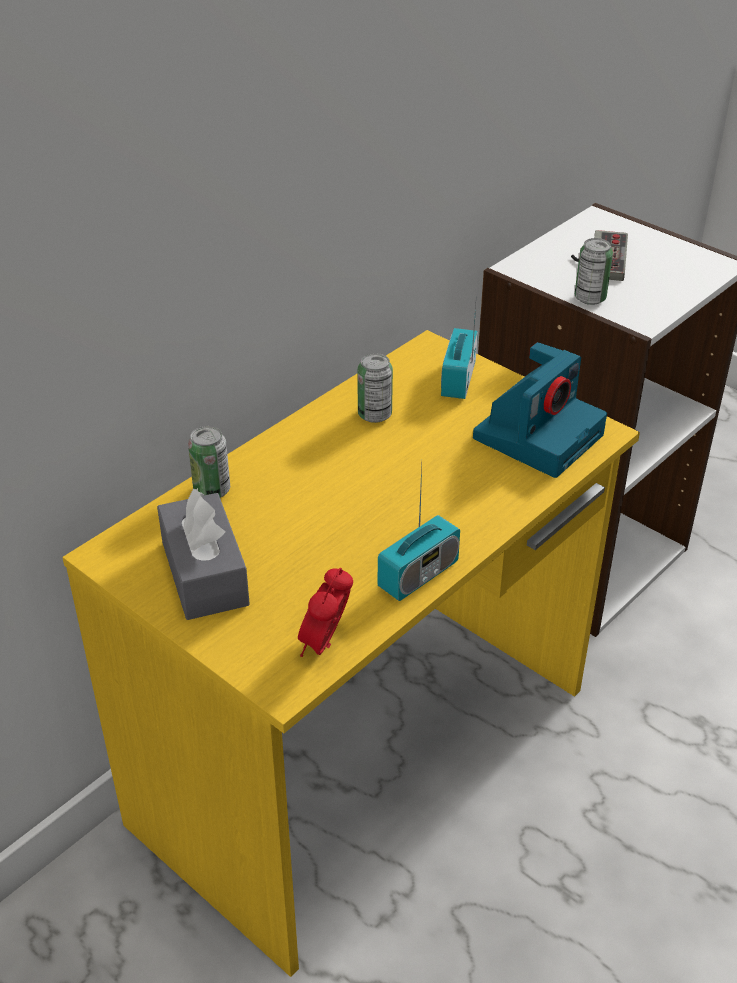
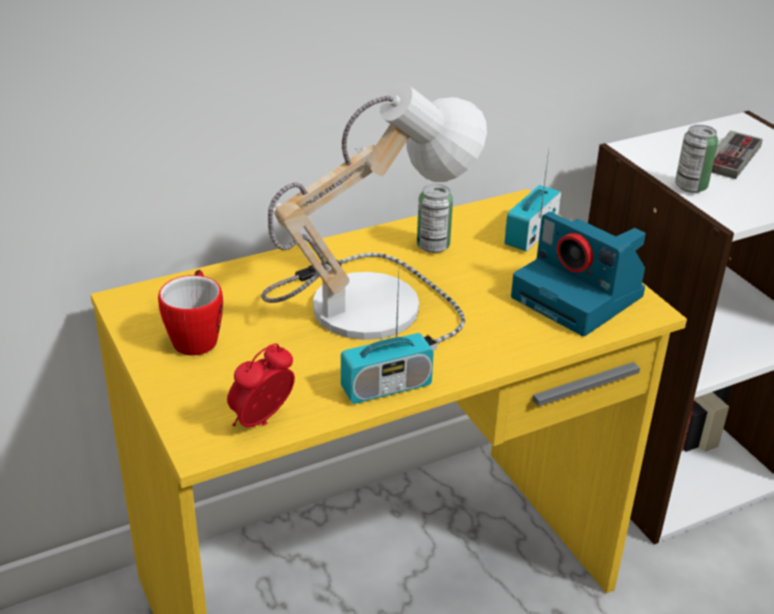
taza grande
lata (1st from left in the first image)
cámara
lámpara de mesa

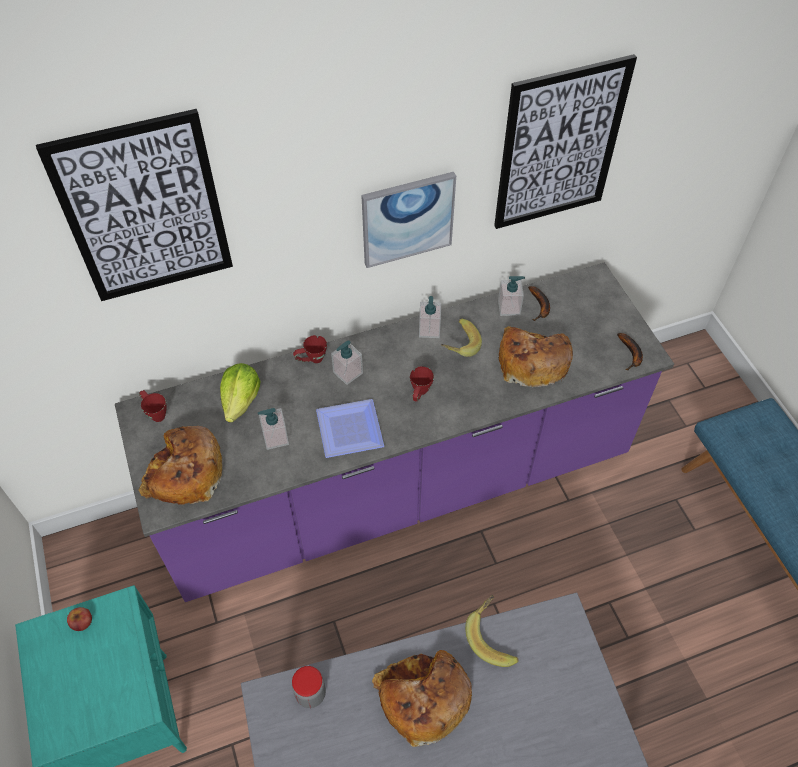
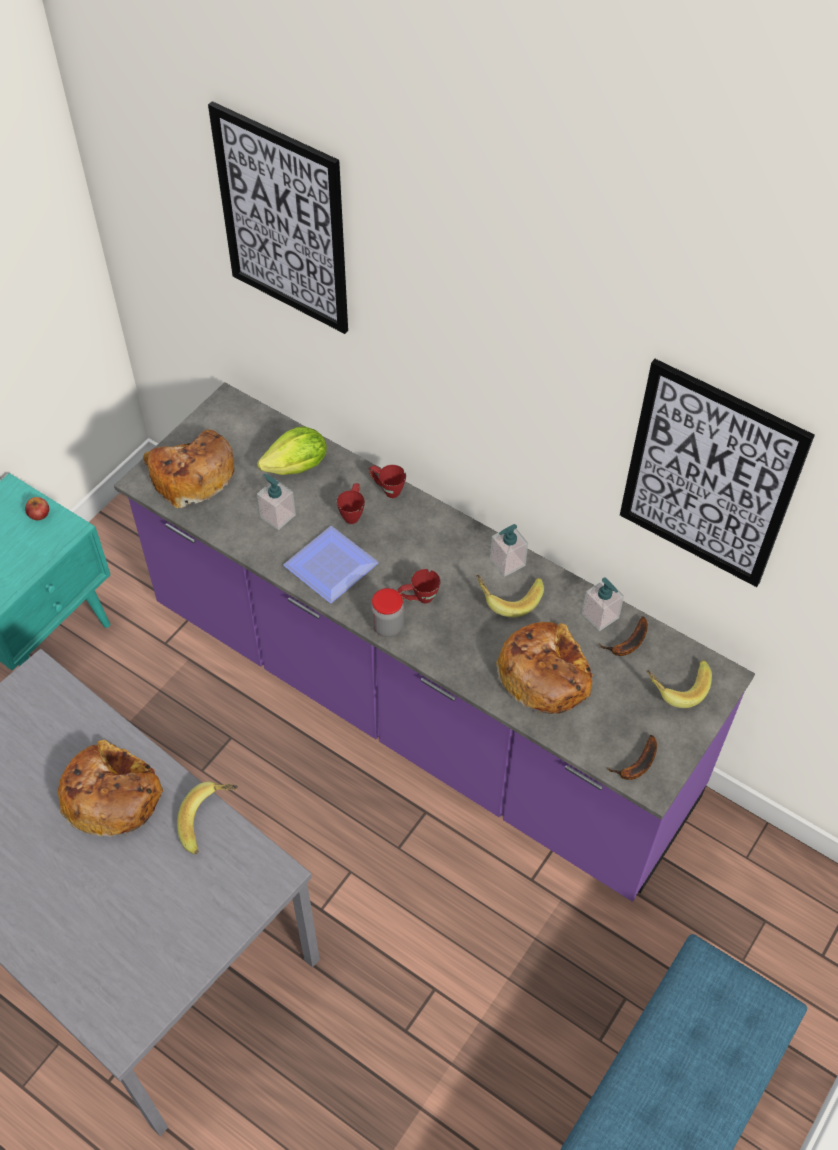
taza grande/rojo (1st from left)
tarro
dispensador de jabón (2nd from left in the first image)
cuadro (2nd from left in the first image)
plátano (5th from left)

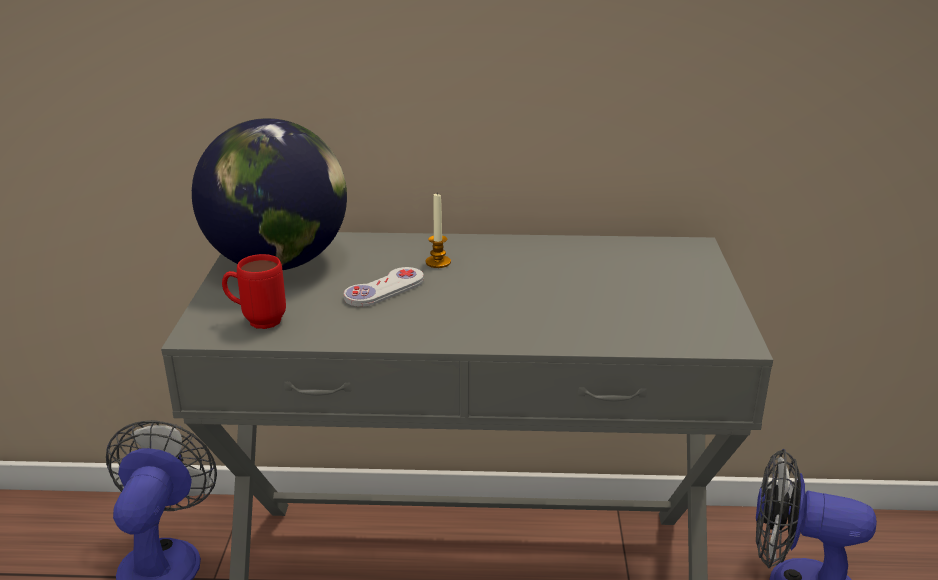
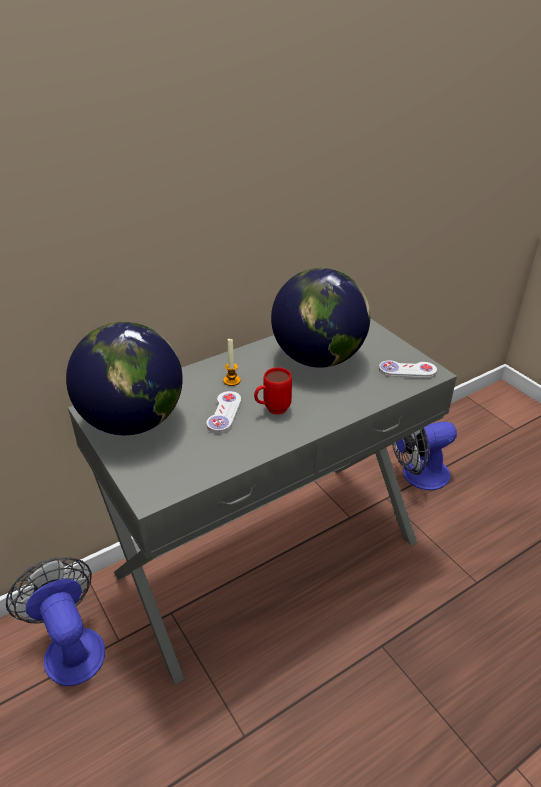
taza grande/rojo
globo terráqueo (2nd from left)
mando de consola/blanco (2nd from left)

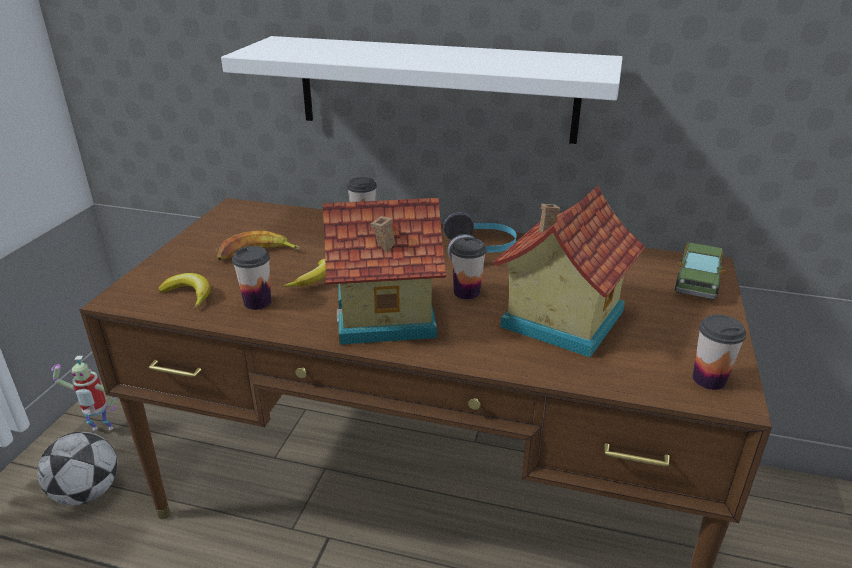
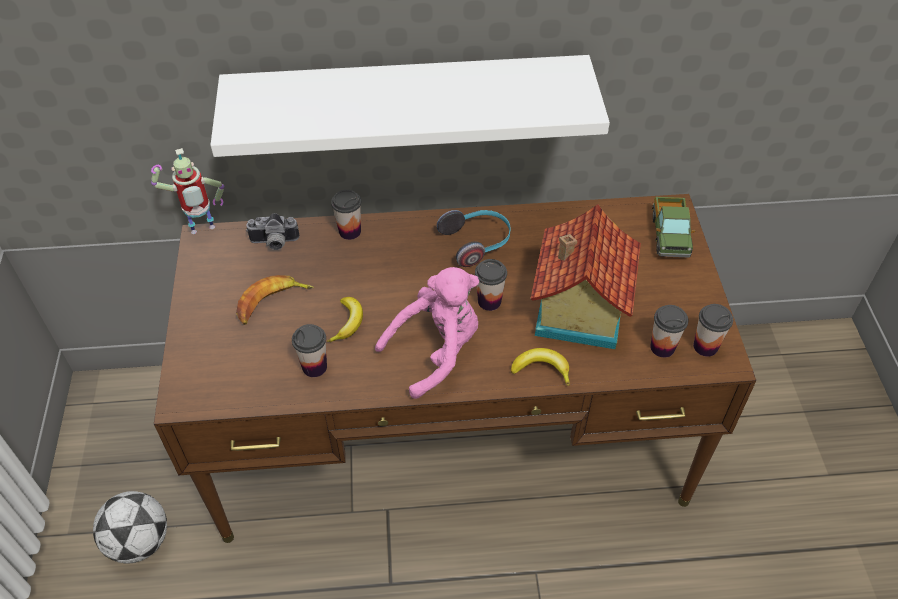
robot de juguete
plátano (3rd from left)
peluche/rosa
cámara
taza (4th from left)

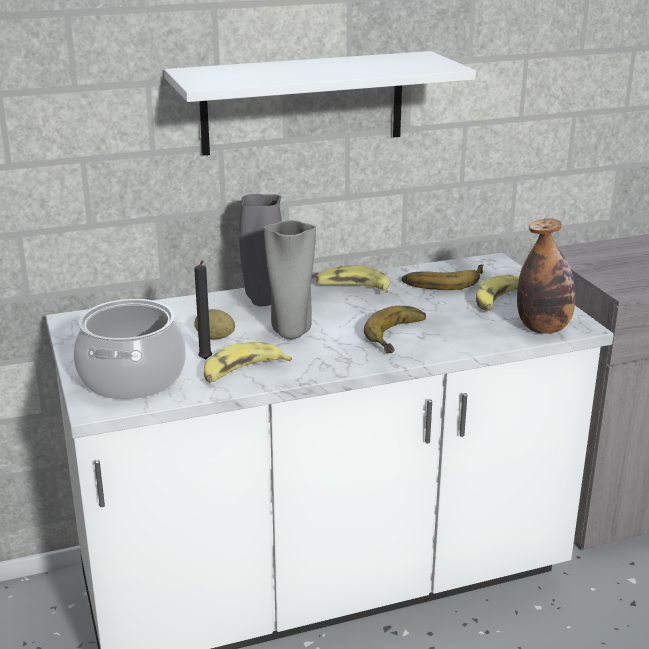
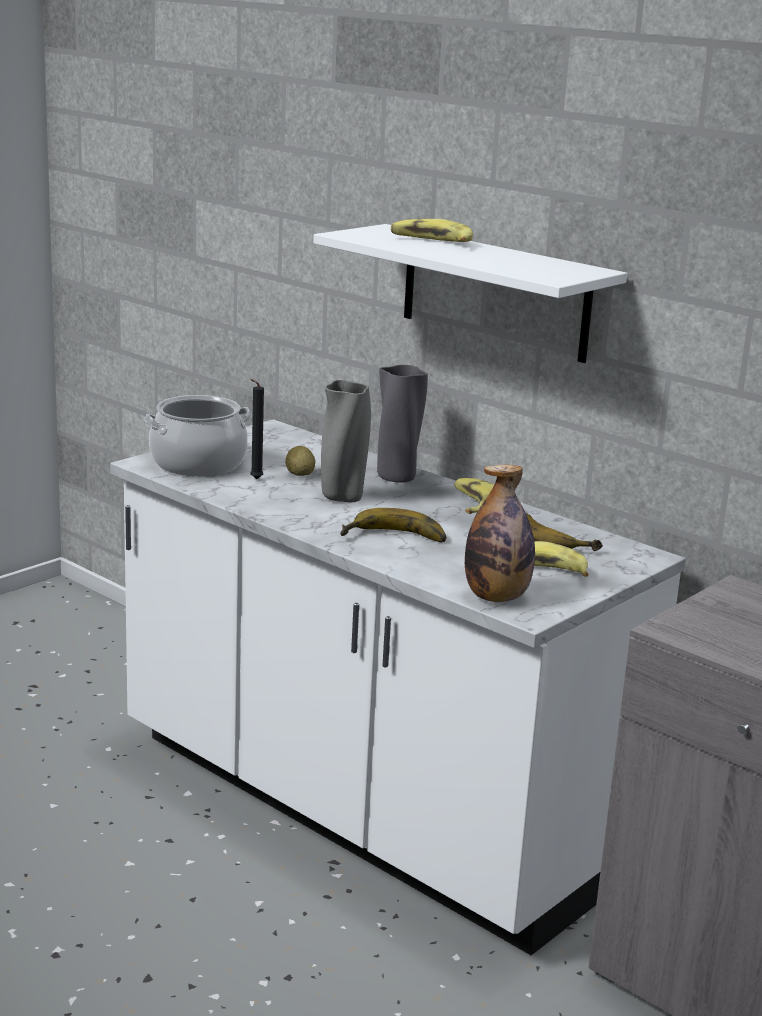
plátano (2nd from left)

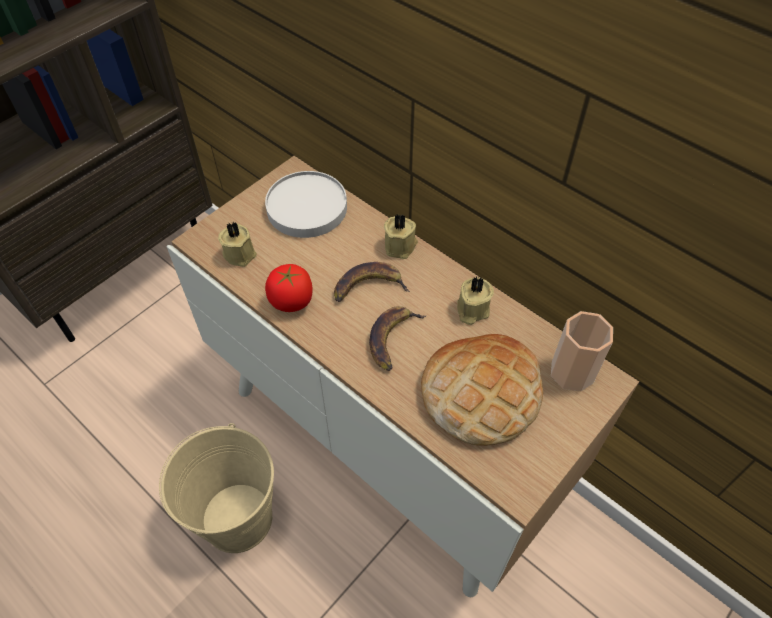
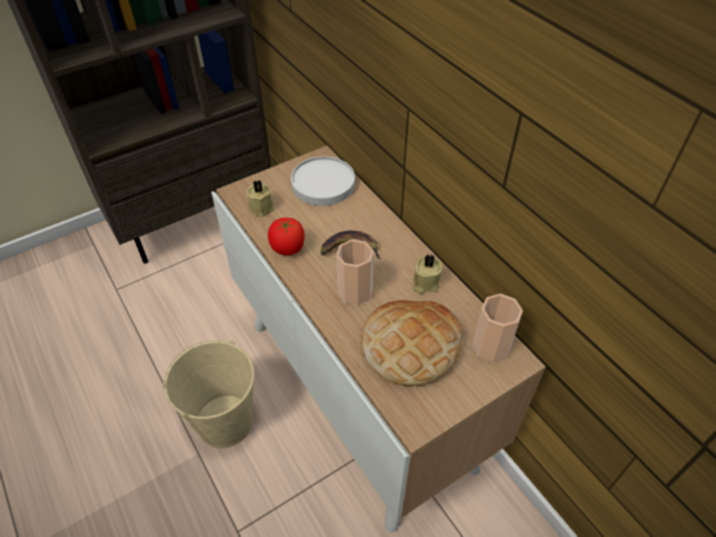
taza (1st from left)
vela/beis (2nd from left in the first image)

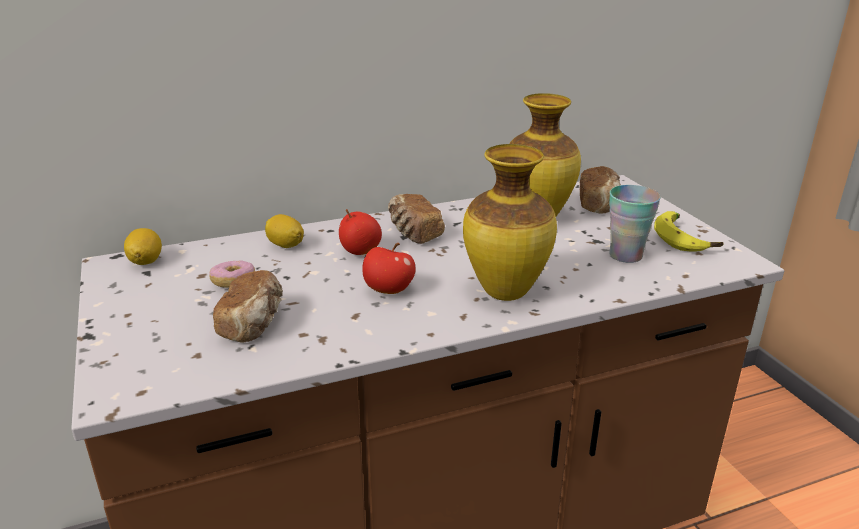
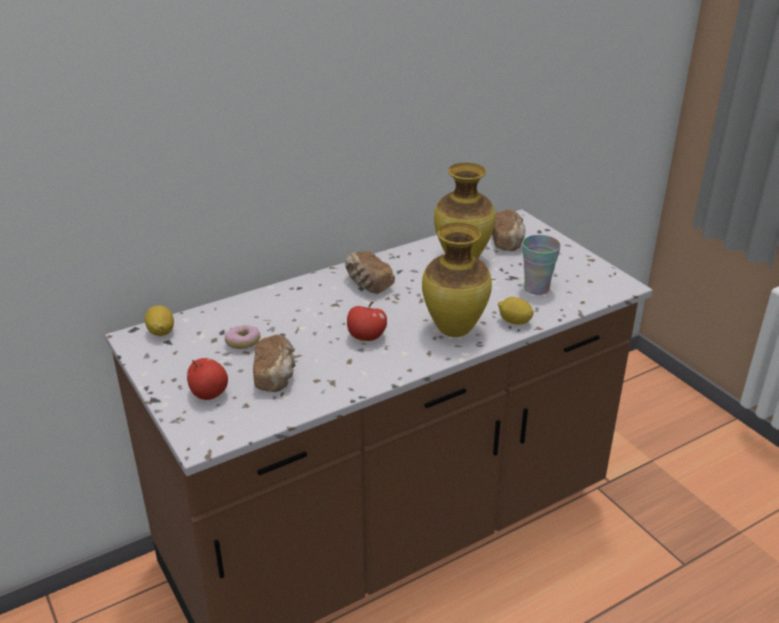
limón (2nd from left)
manzana (1st from left)
plátano

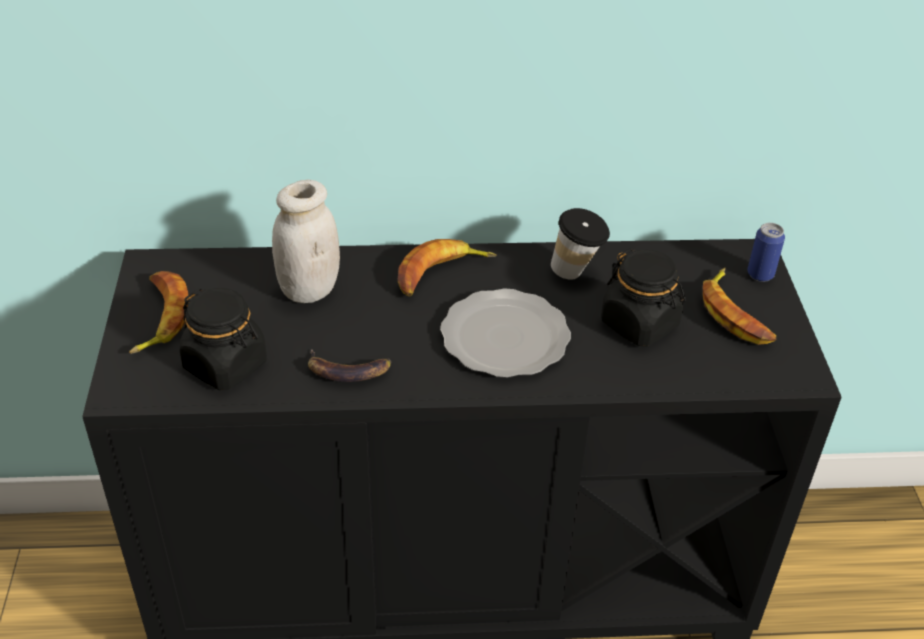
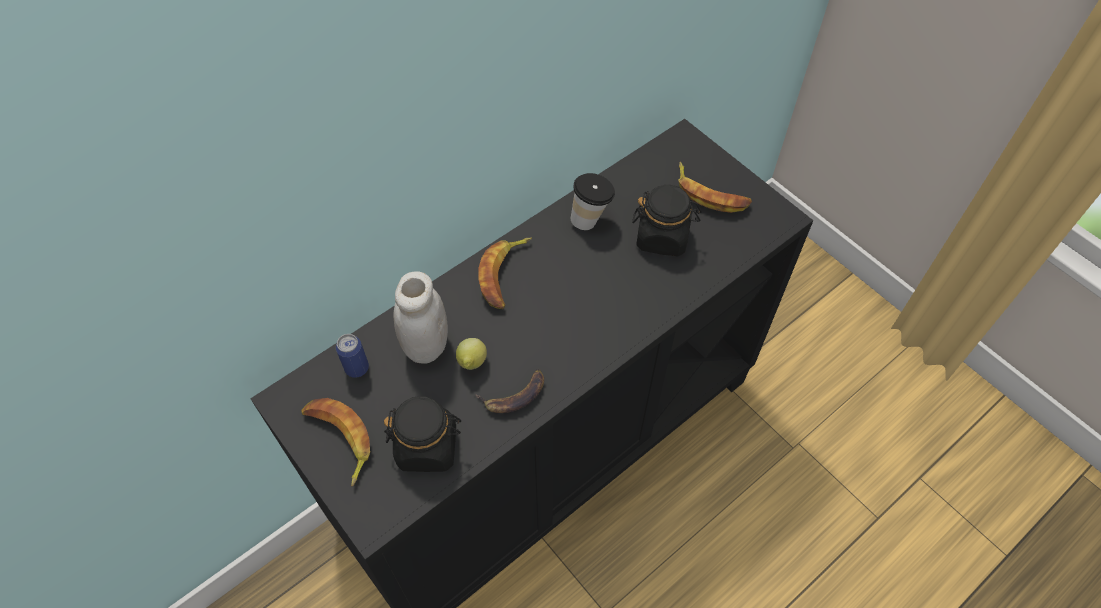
plato
lata
limón

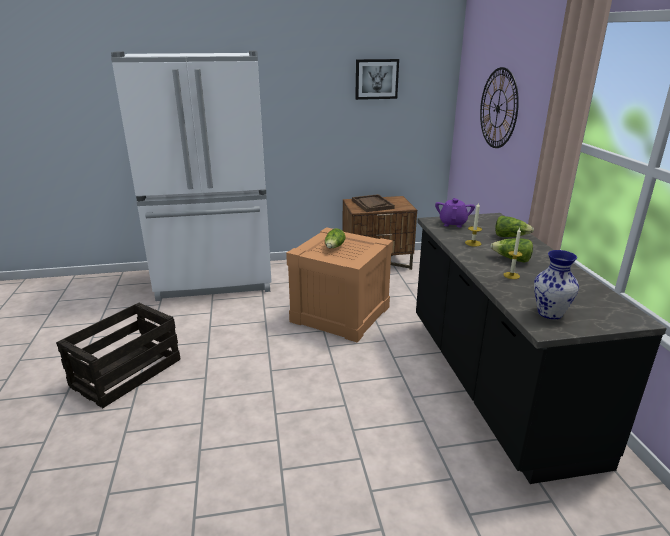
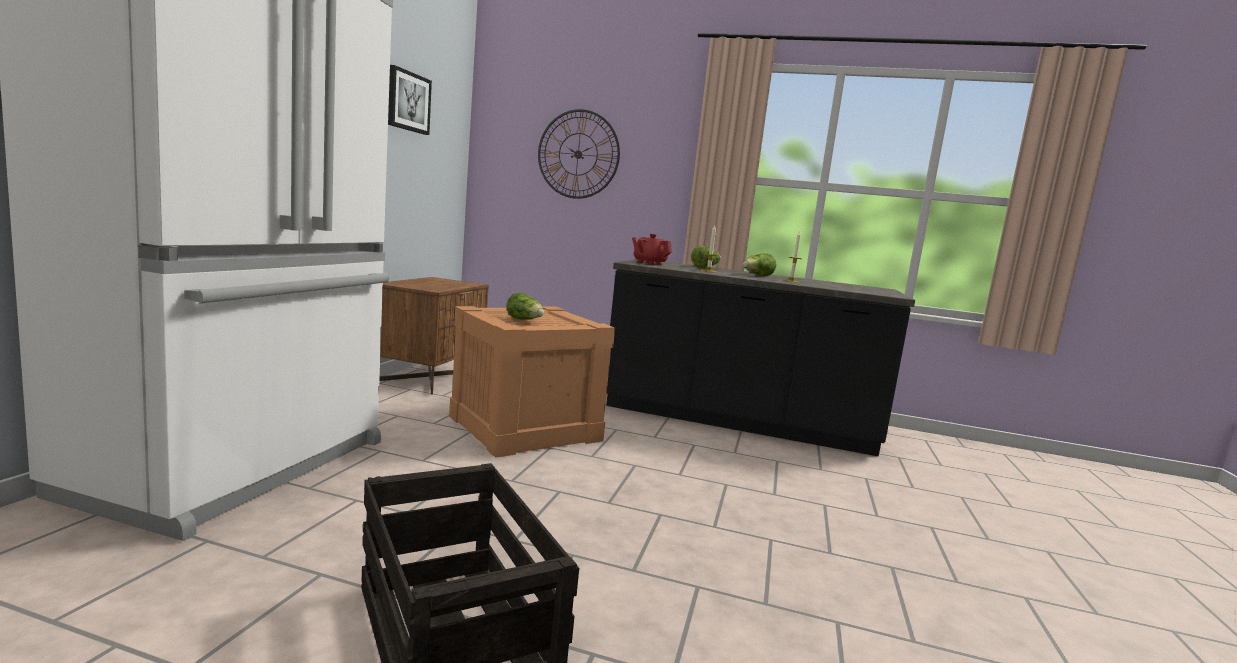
bandeja/marrón
tetera/rojo
florero

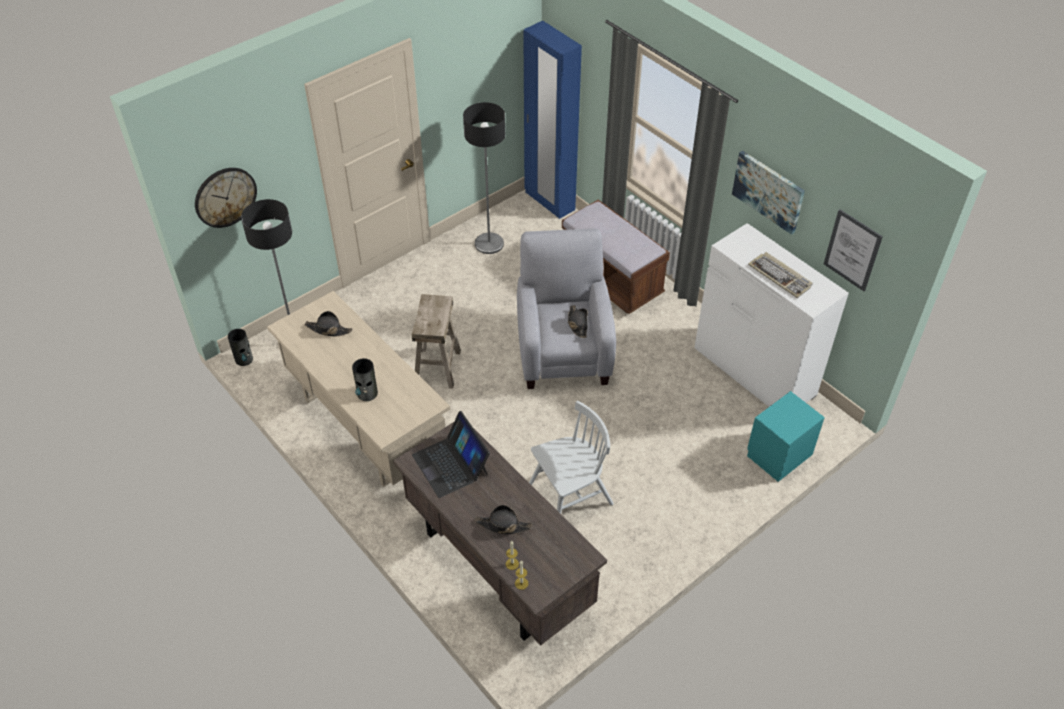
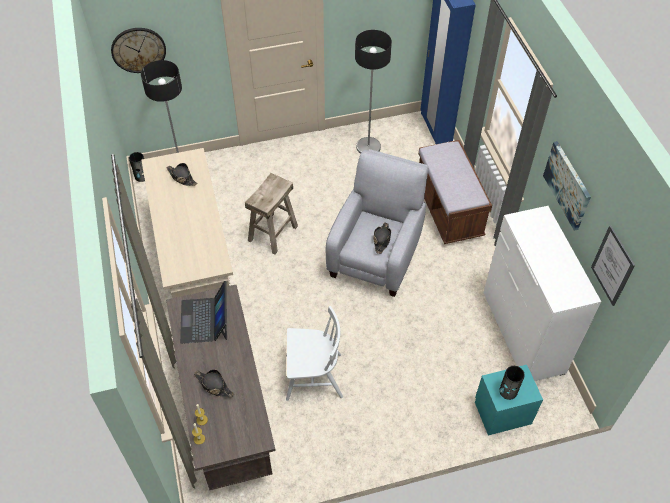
florero (2nd from left)
teclado

